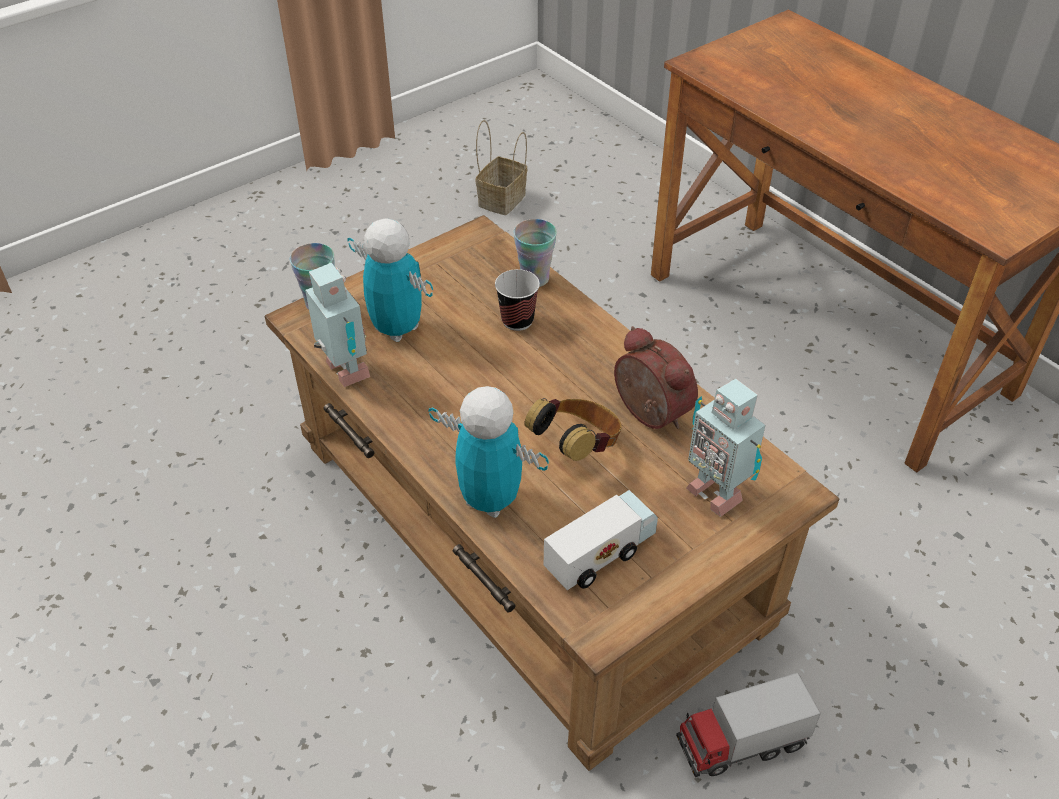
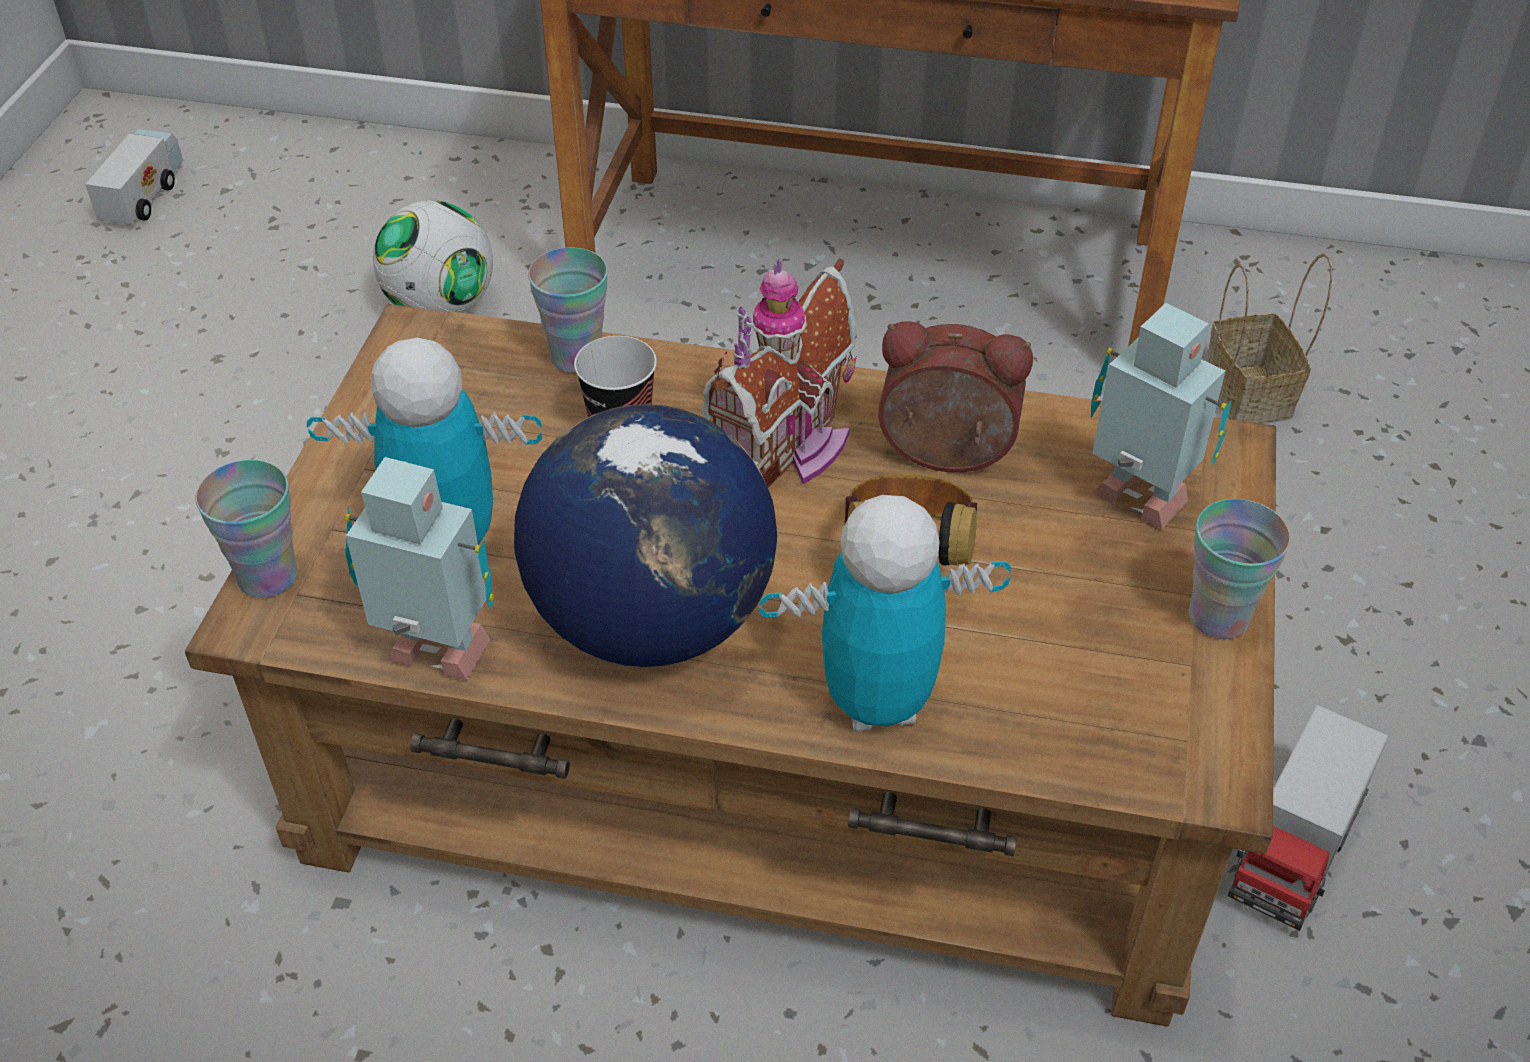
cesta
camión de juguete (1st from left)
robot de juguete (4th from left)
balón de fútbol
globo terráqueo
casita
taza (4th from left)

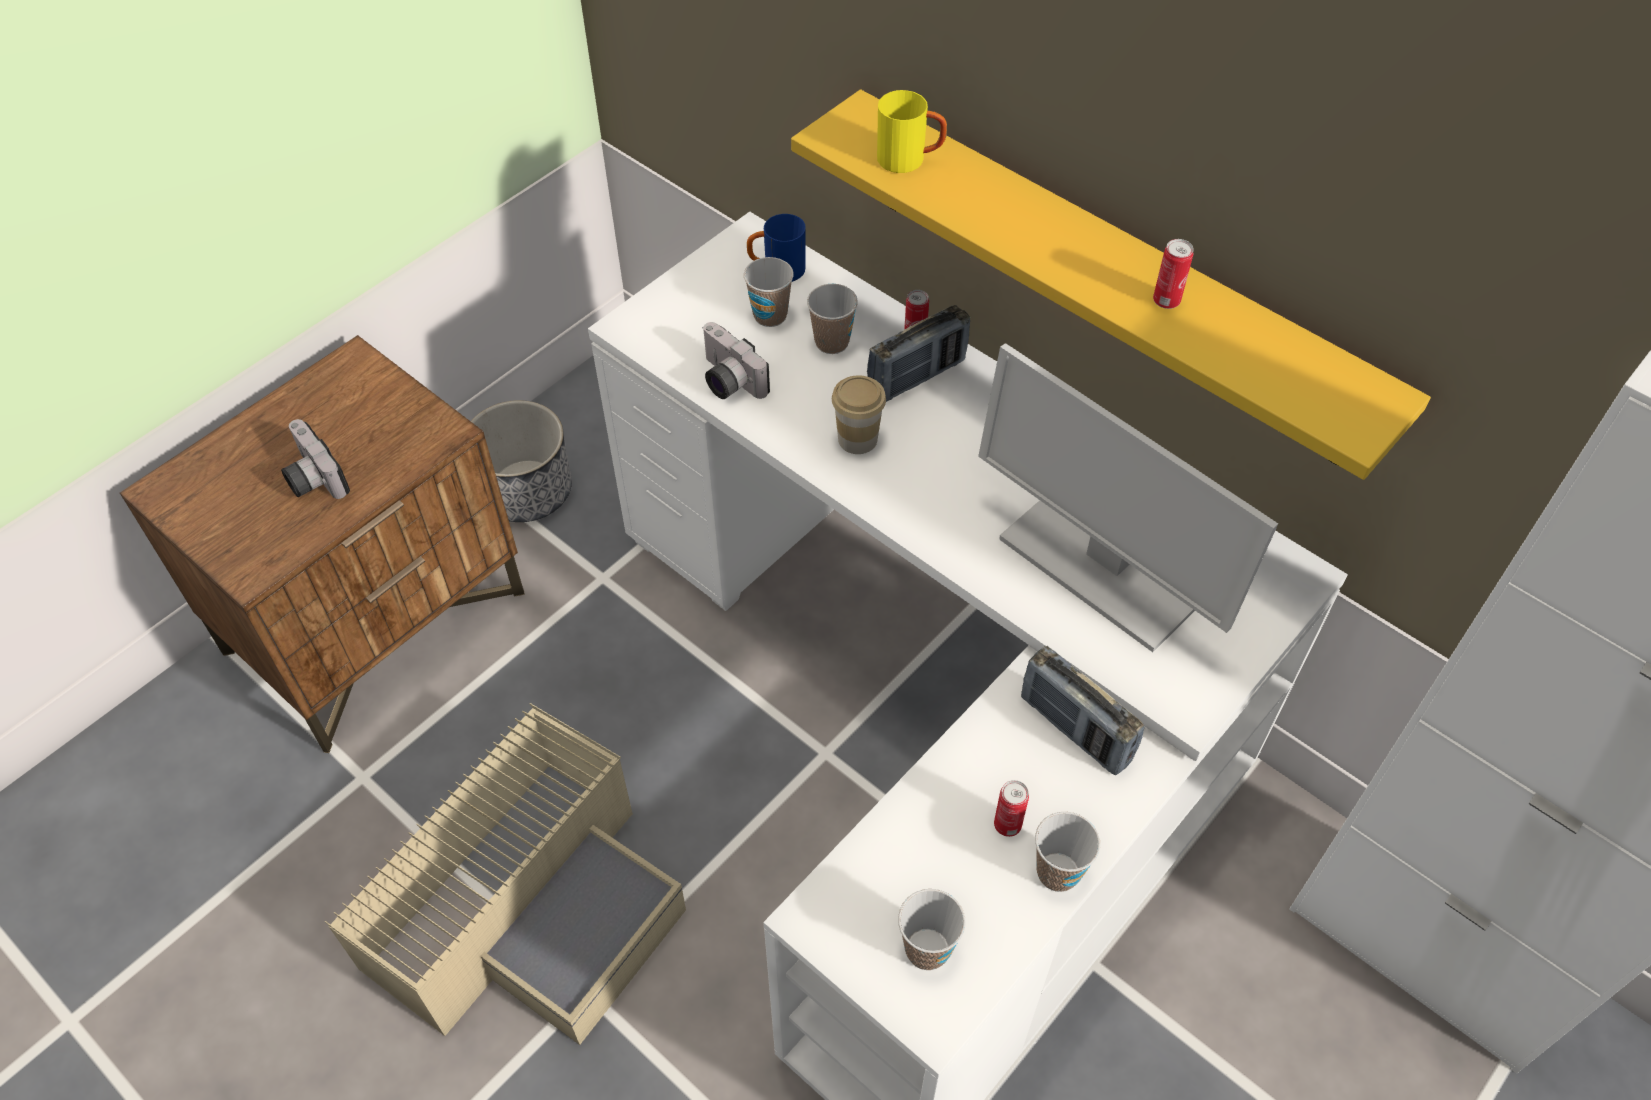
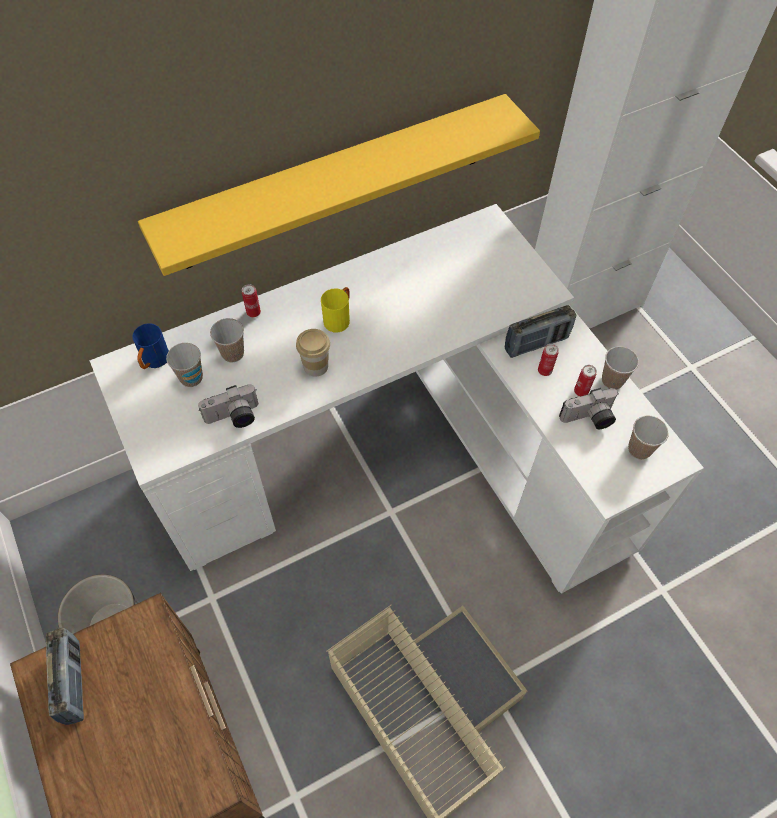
cámara (2nd from left)
radio (1st from left)
taza grande/amarillo
monitor
lata (2nd from left)

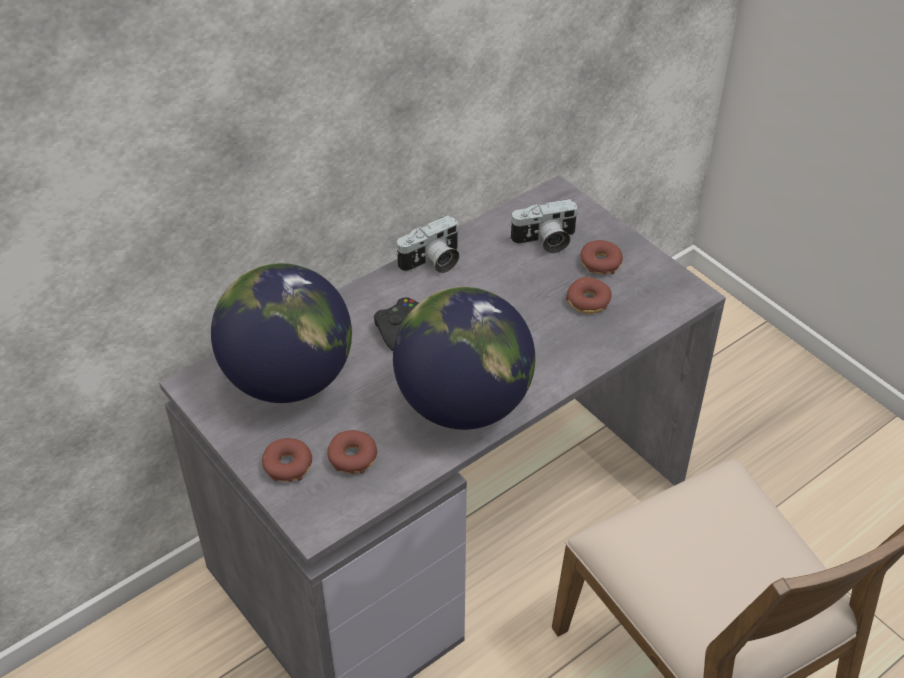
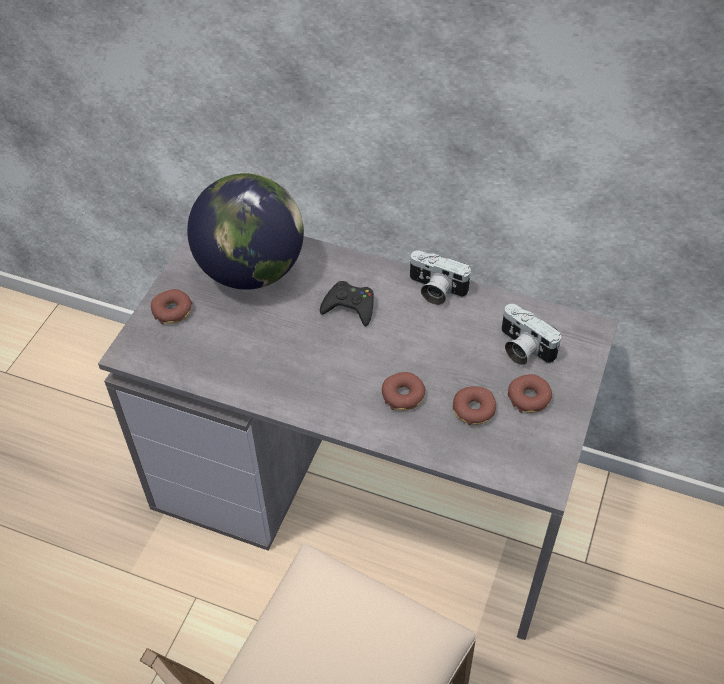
rosquilla (2nd from left)
globo terráqueo (2nd from left in the first image)

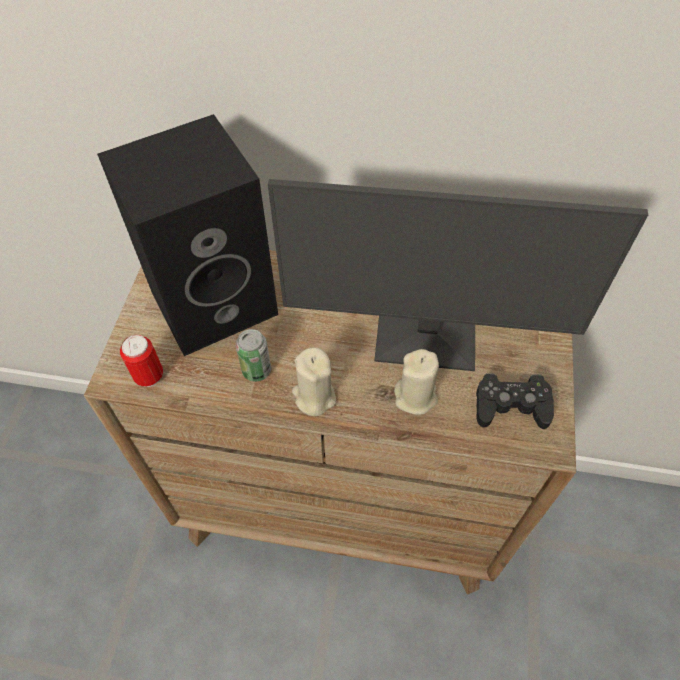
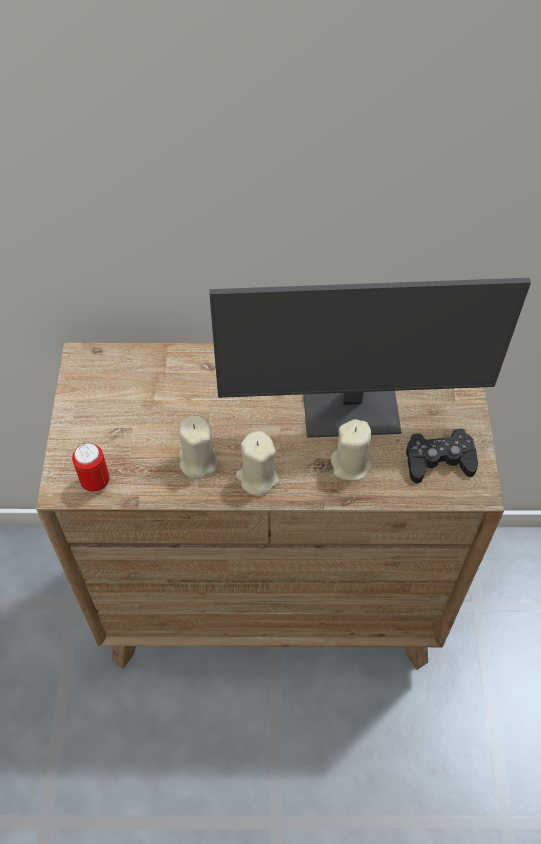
altavoz/negro
vela/beis (1st from left)

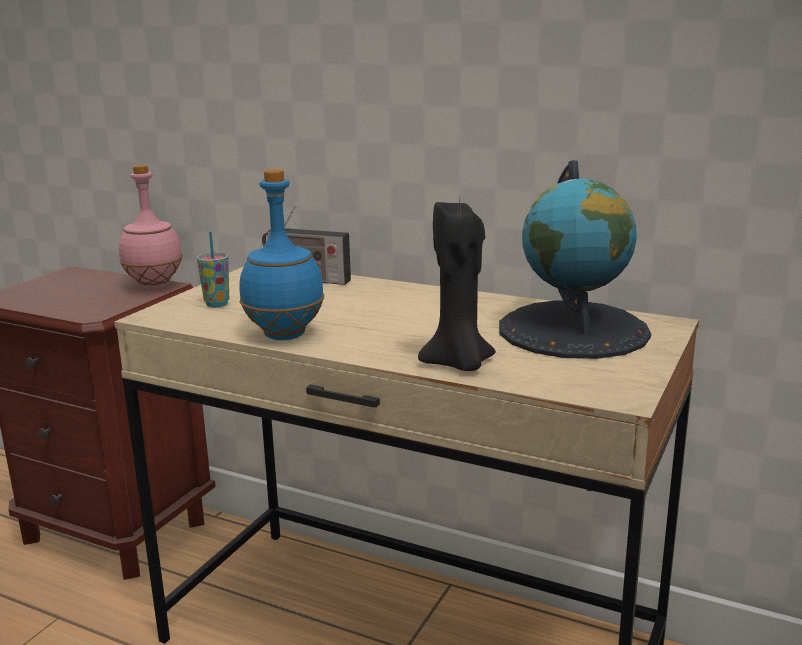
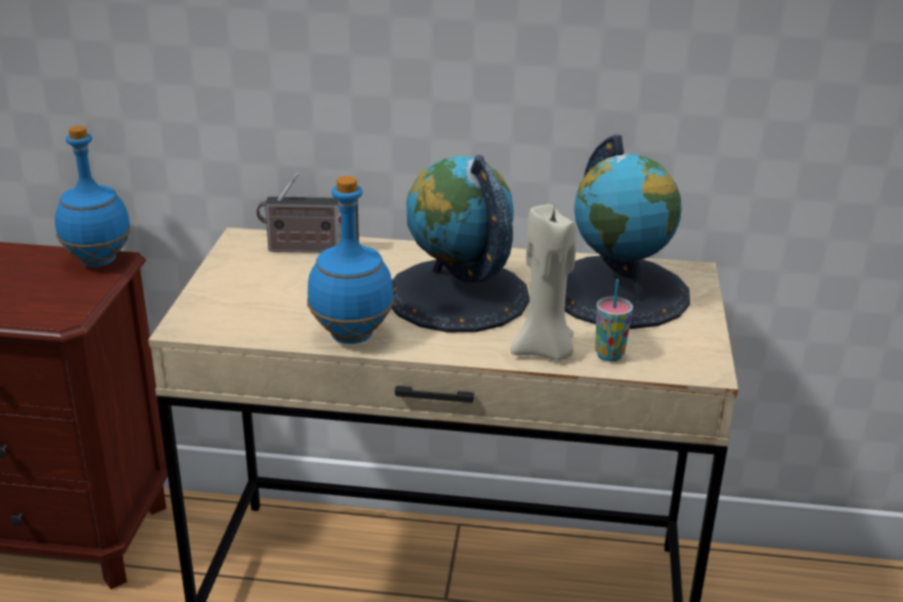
botella/azul (1st from left)
taza
vela/beis
globo terráqueo (1st from left)

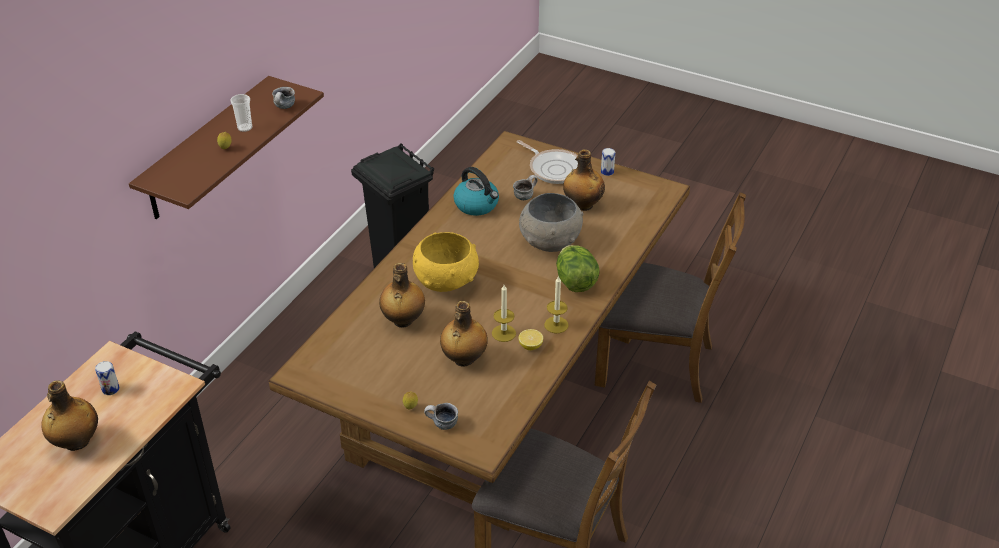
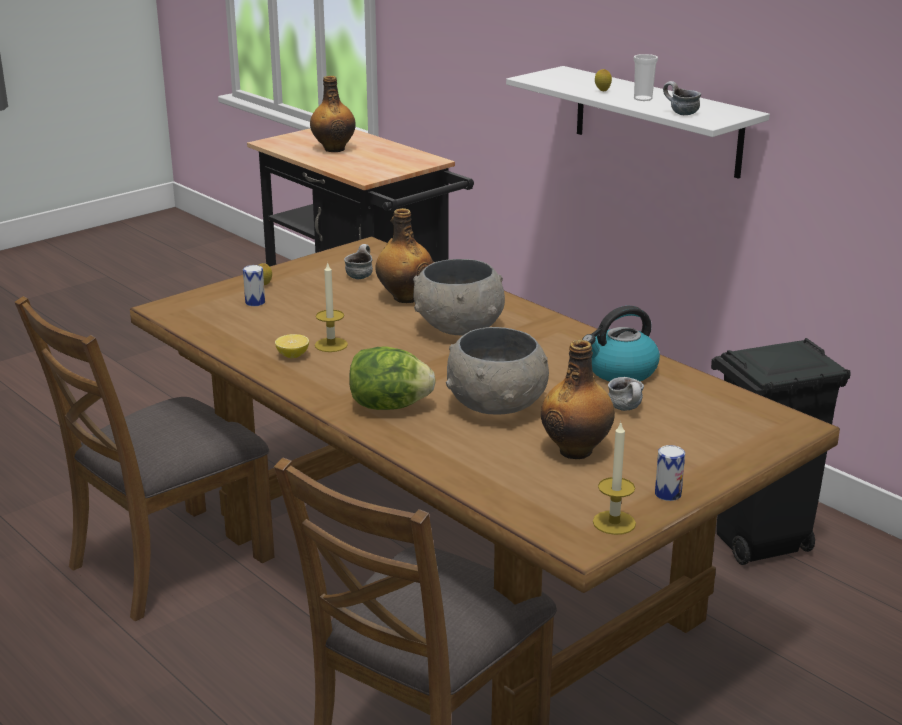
lata (1st from left)
estante/blanco
cuenco/gris (1st from left)
taza grande (1st from left)
botella (3rd from left in the first image)
sartén
vela (2nd from left)

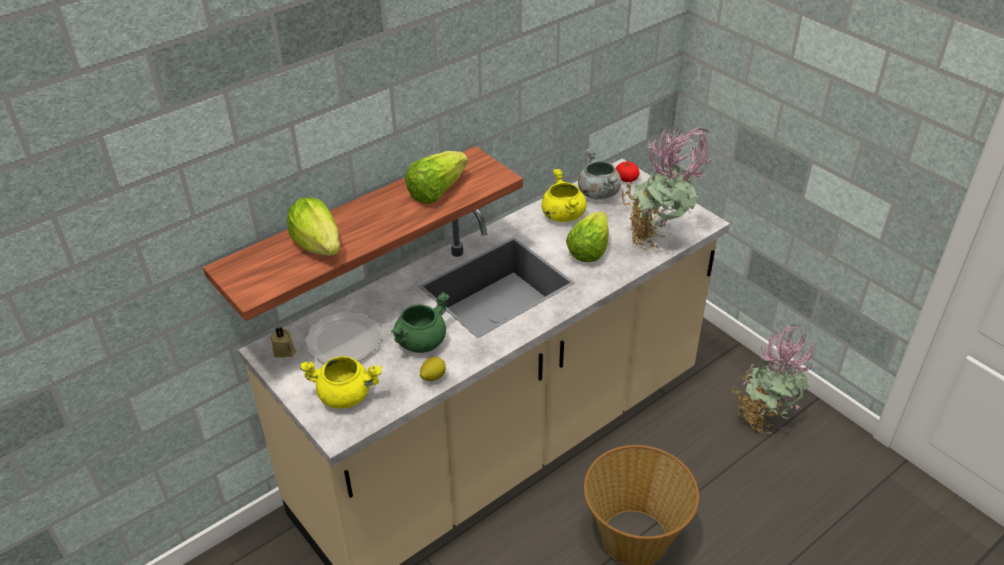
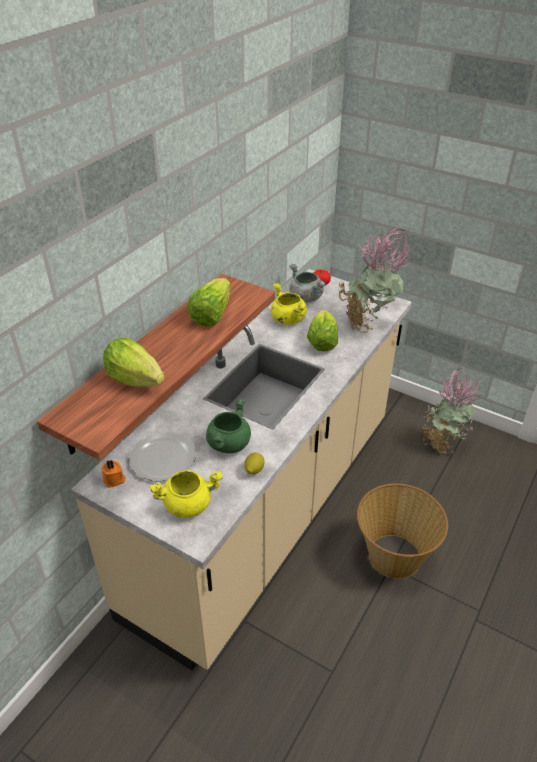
vela/naranja

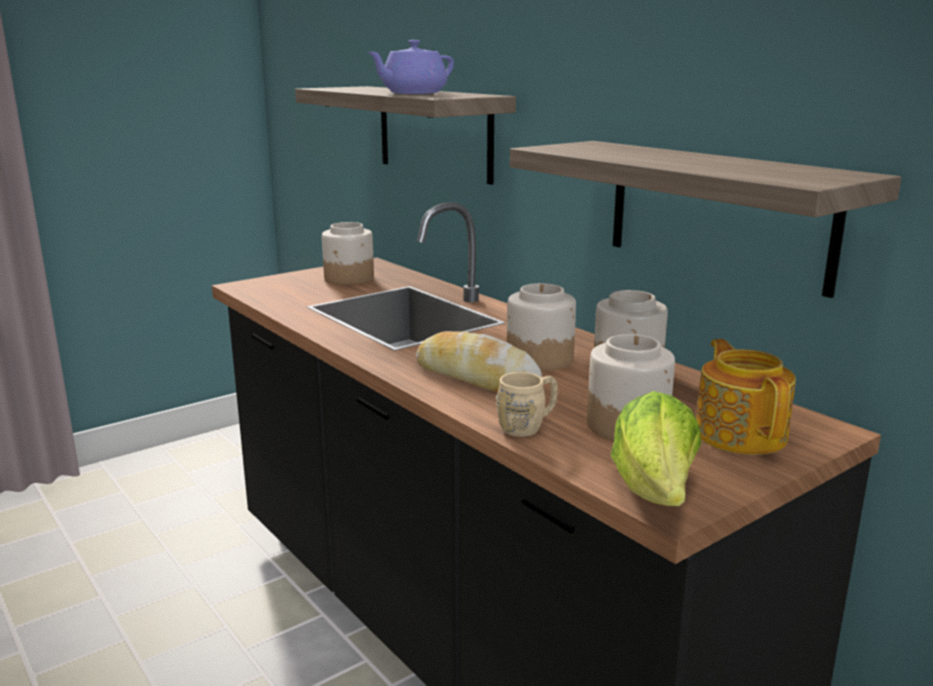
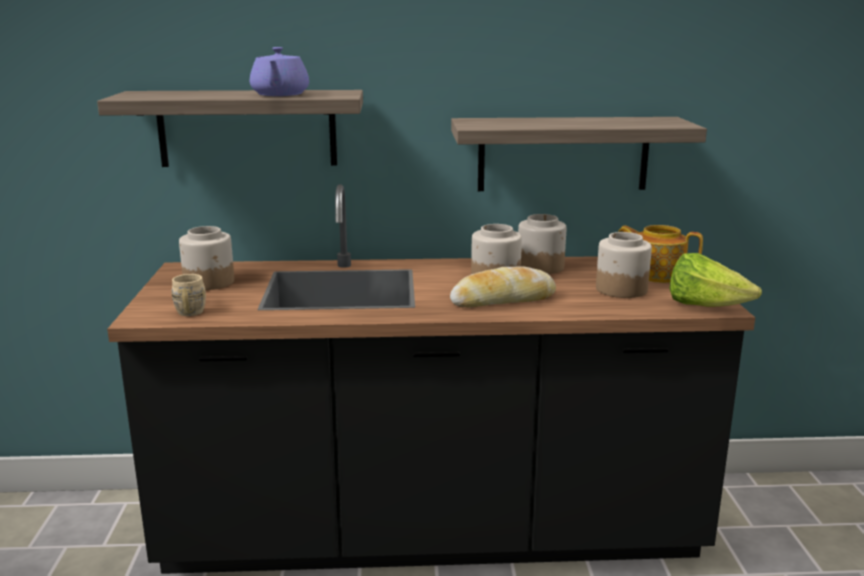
taza grande/beis

